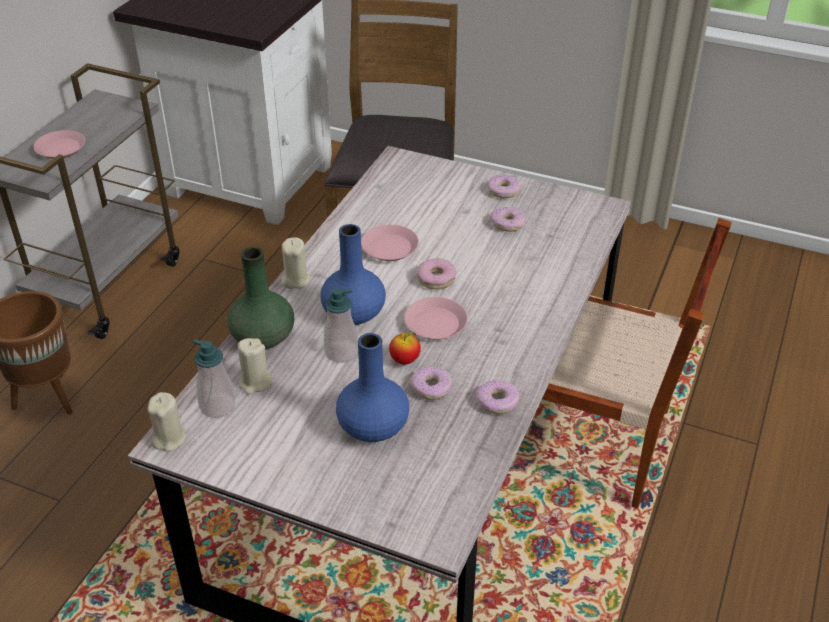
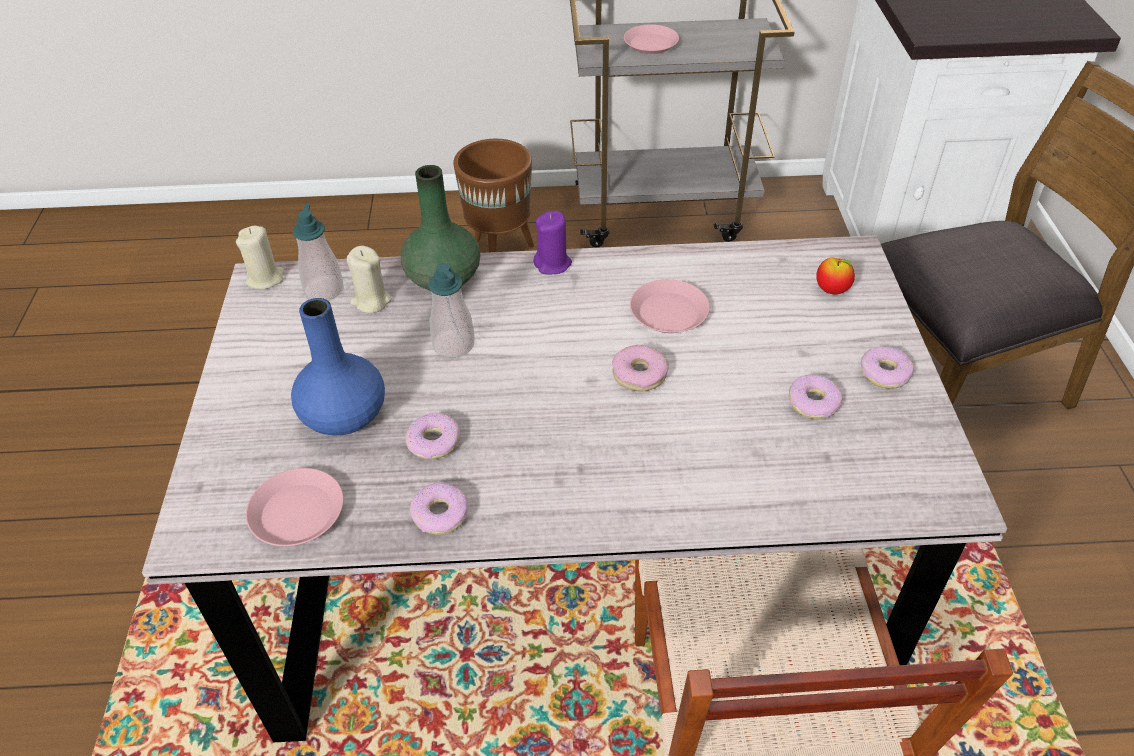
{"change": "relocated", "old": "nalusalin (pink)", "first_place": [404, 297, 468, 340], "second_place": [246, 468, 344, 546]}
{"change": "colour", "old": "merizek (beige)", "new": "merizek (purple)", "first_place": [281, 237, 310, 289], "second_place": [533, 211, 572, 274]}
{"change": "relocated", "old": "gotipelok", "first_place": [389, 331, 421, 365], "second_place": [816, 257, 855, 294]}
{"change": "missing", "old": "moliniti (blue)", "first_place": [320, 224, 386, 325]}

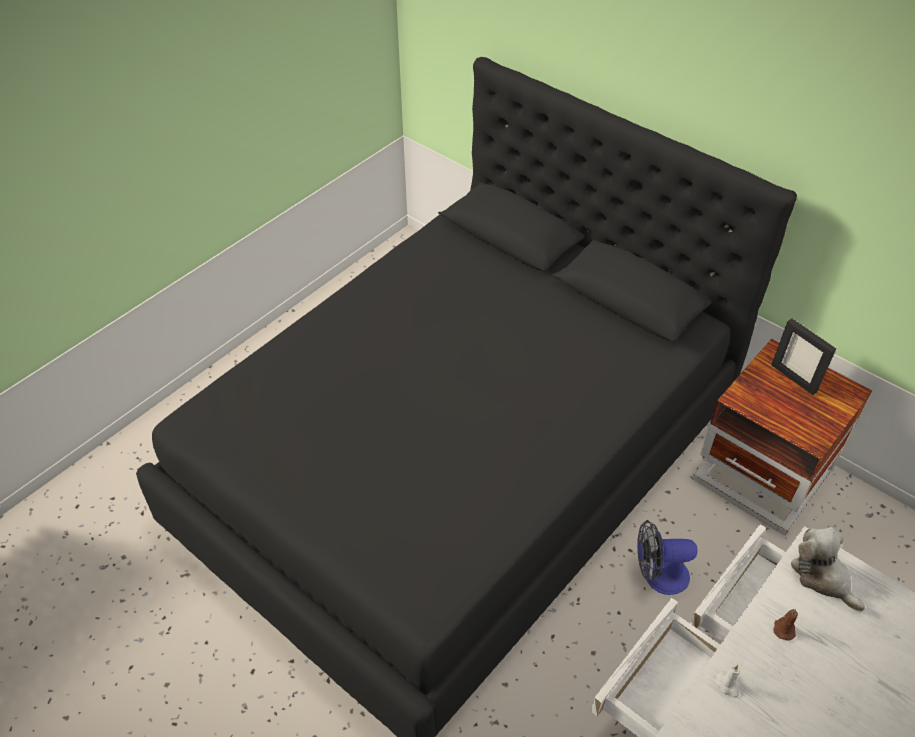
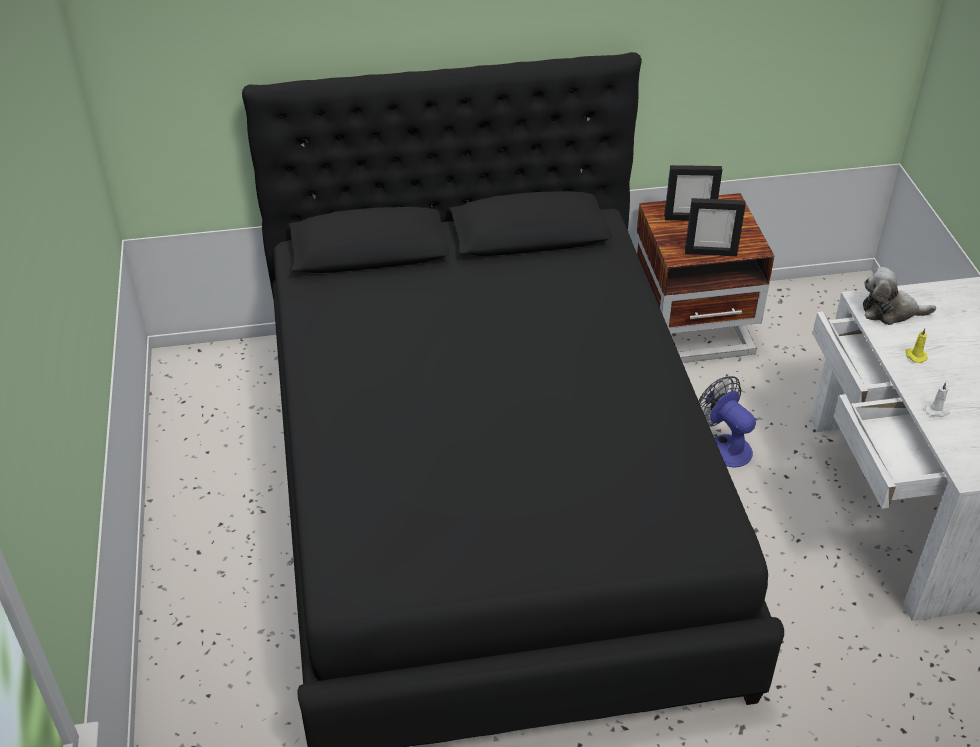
{"change": "appeared", "new": "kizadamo", "second_place": [685, 198, 746, 256]}
{"change": "spun", "old": "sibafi", "first_place": [637, 520, 697, 595], "second_place": [698, 376, 756, 468], "degrees": 105}
{"change": "colour", "old": "merizek (brown)", "new": "merizek (yellow)", "first_place": [773, 609, 798, 641], "second_place": [905, 328, 928, 363]}

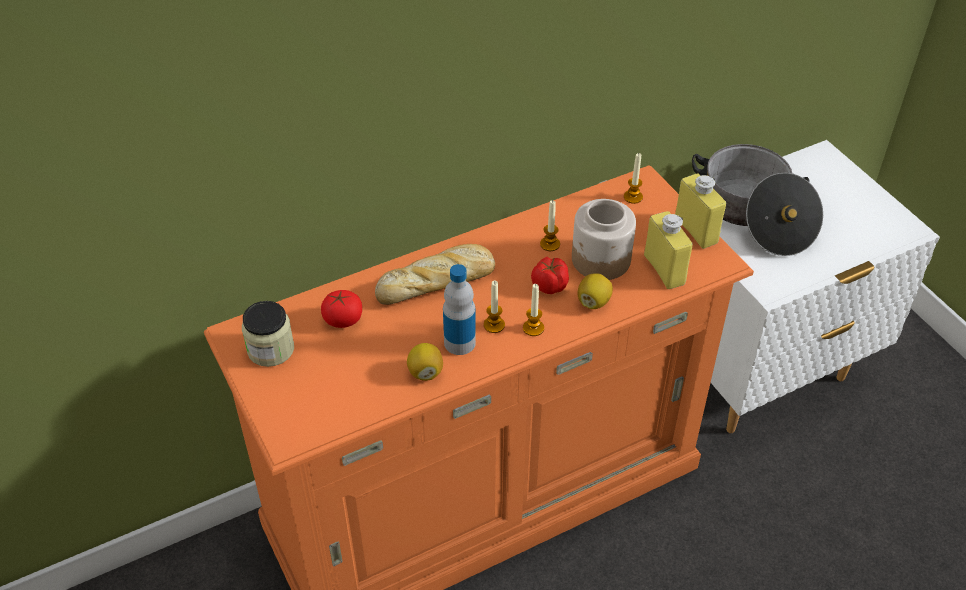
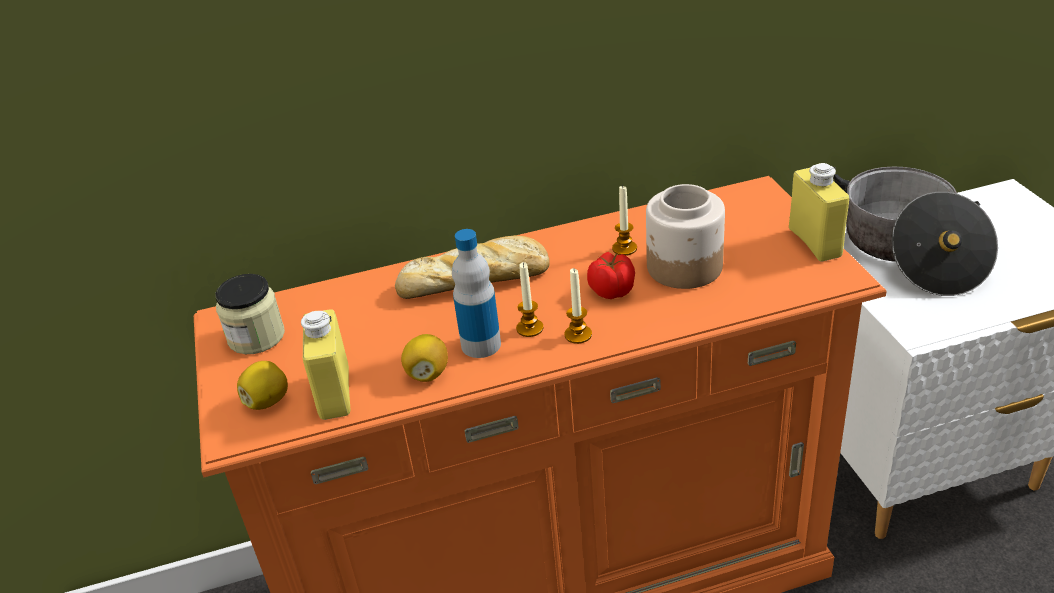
{"change": "relocated", "old": "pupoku", "first_place": [577, 273, 613, 309], "second_place": [237, 361, 288, 410]}
{"change": "relocated", "old": "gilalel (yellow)", "first_place": [644, 211, 693, 289], "second_place": [301, 309, 351, 420]}
{"change": "missing", "old": "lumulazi", "first_place": [321, 290, 362, 328]}
{"change": "missing", "old": "merizek", "first_place": [624, 153, 643, 204]}

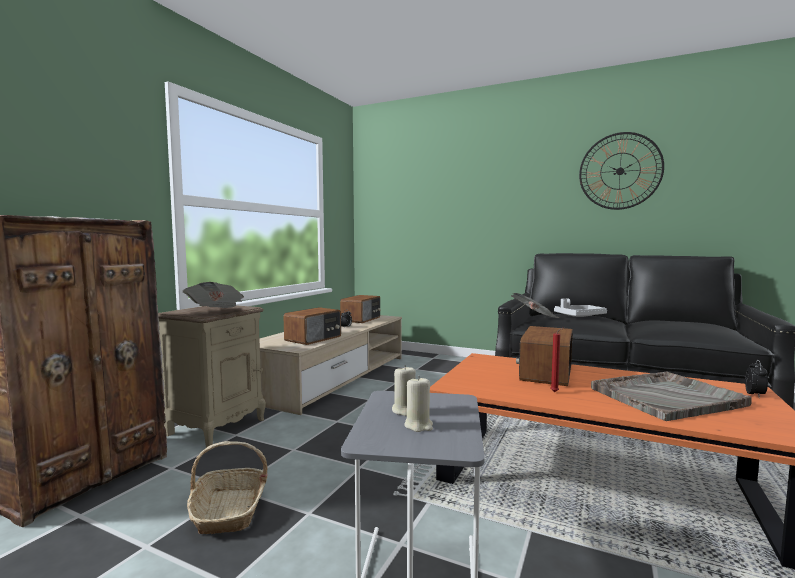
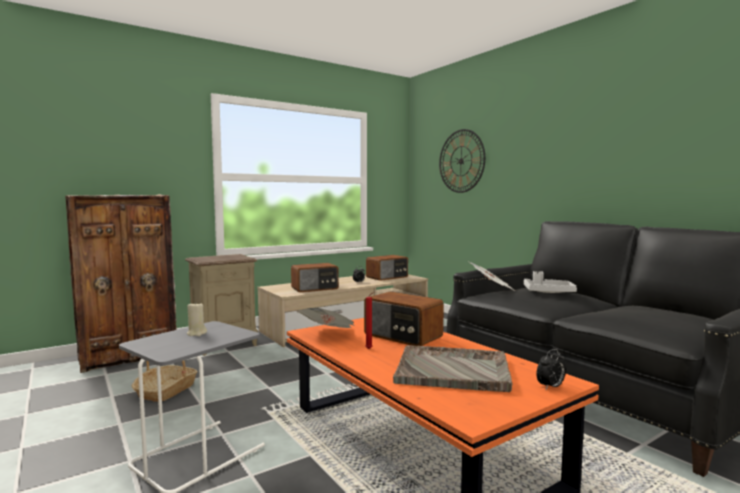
{"change": "relocated", "old": "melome", "first_place": [183, 282, 244, 308], "second_place": [297, 308, 354, 328]}
{"change": "spun", "old": "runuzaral", "first_place": [516, 326, 573, 386], "second_place": [364, 291, 444, 346], "degrees": -105}
{"change": "relocated", "old": "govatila", "first_place": [579, 132, 664, 210], "second_place": [439, 129, 485, 193]}
{"change": "missing", "old": "merizek (beige)", "first_place": [404, 376, 433, 432]}

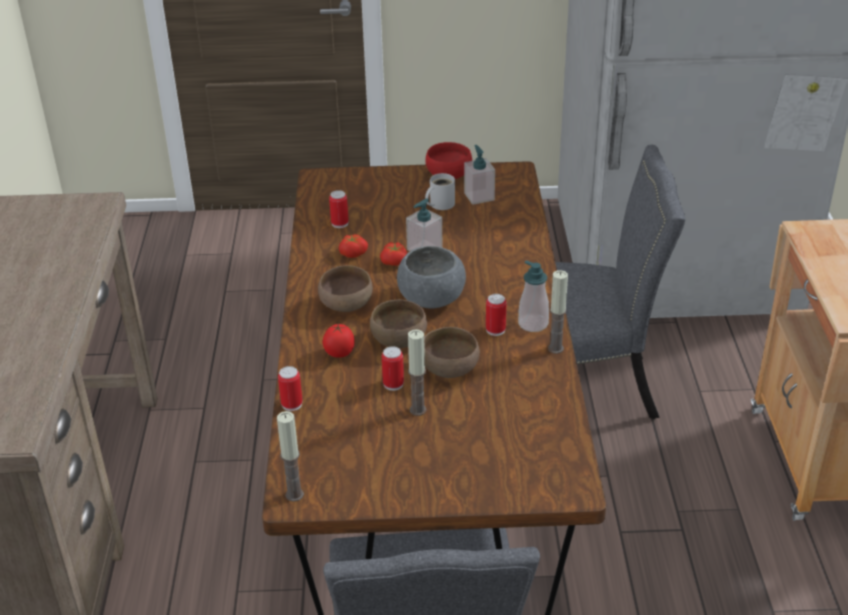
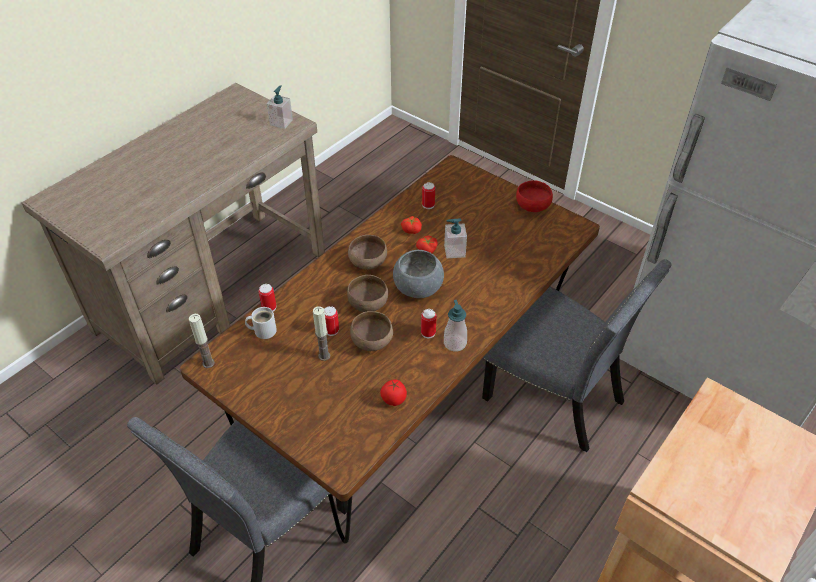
{"change": "relocated", "old": "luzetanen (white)", "first_place": [425, 173, 455, 210], "second_place": [245, 307, 277, 339]}
{"change": "relocated", "old": "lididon", "first_place": [464, 145, 495, 205], "second_place": [267, 85, 293, 129]}
{"change": "relocated", "old": "lumulazi", "first_place": [323, 323, 355, 358], "second_place": [380, 380, 407, 406]}
{"change": "missing", "old": "merizek", "first_place": [548, 270, 568, 354]}

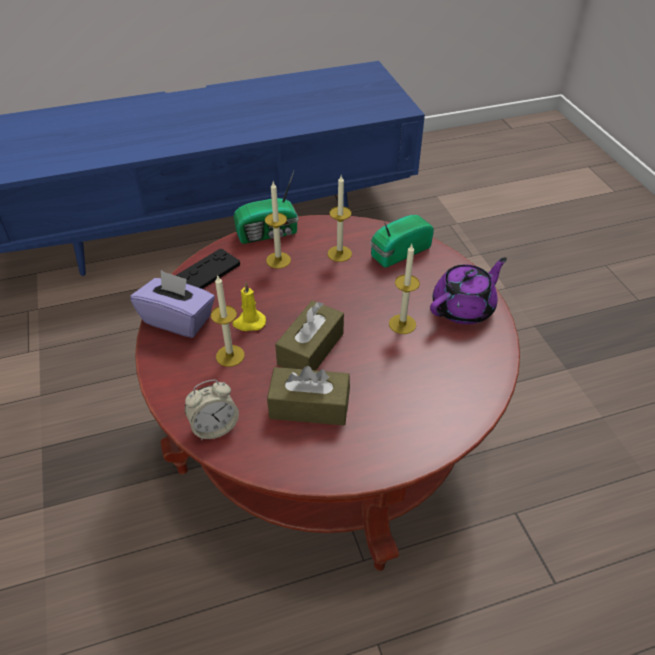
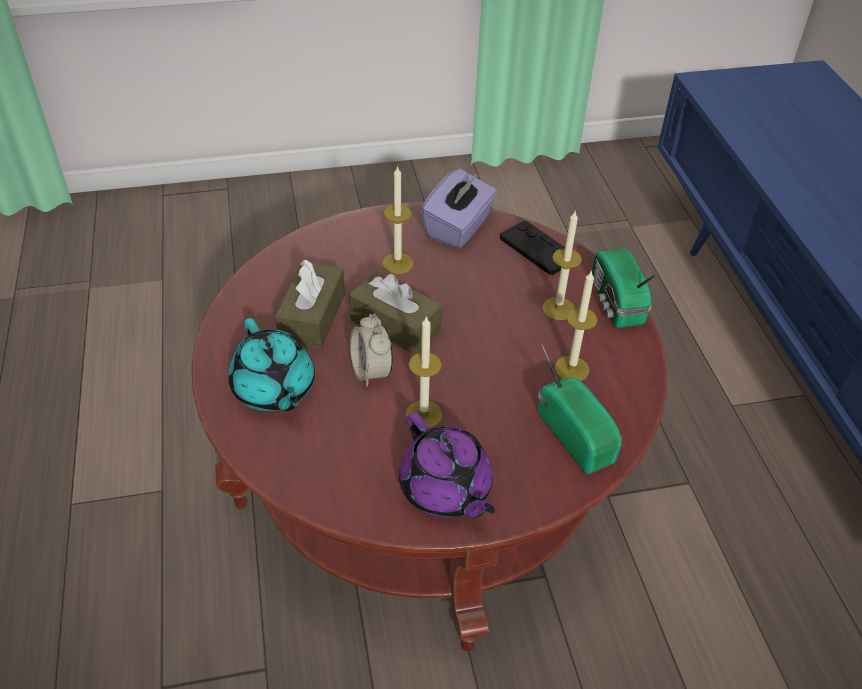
{"change": "appeared", "new": "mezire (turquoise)", "second_place": [228, 318, 315, 411]}
{"change": "relocated", "old": "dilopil", "first_place": [185, 380, 239, 440], "second_place": [350, 314, 393, 387]}
{"change": "missing", "old": "merizek (yellow)", "first_place": [232, 282, 266, 331]}

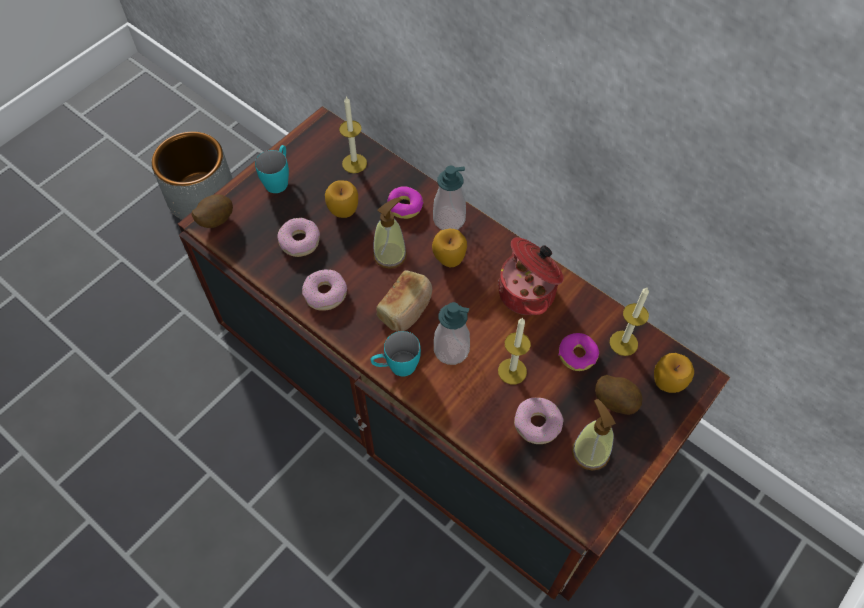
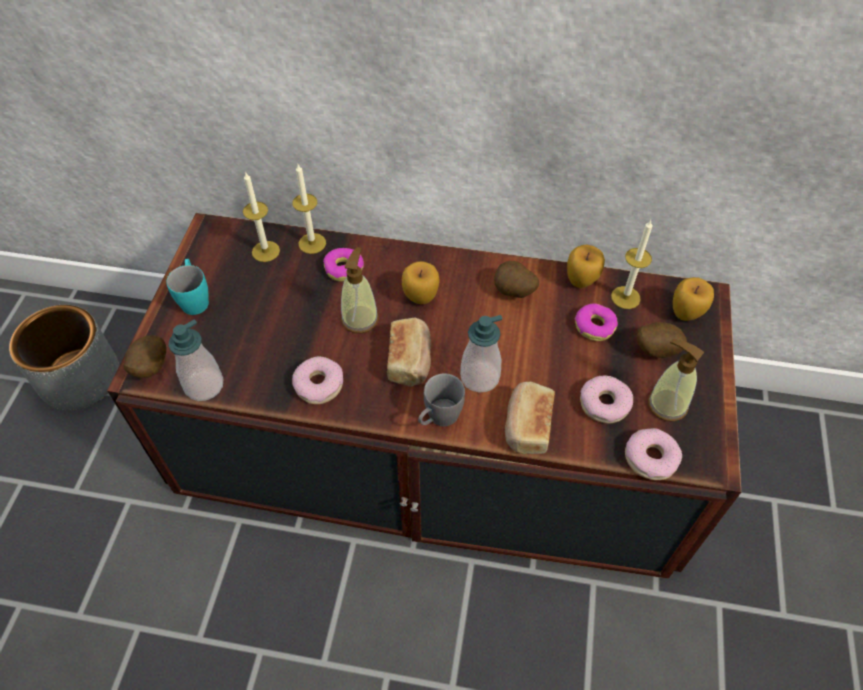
{"change": "relocated", "old": "lididon", "first_place": [433, 166, 466, 230], "second_place": [168, 320, 224, 401]}
{"change": "relocated", "old": "merizek", "first_place": [498, 317, 531, 384], "second_place": [292, 164, 326, 254]}
{"change": "colour", "old": "luzetanen (turquoise)", "new": "luzetanen (grey)", "first_place": [370, 331, 421, 376], "second_place": [418, 373, 465, 426]}
{"change": "exchanged", "old": "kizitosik", "new": "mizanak", "first_place": [497, 237, 564, 315], "second_place": [494, 261, 539, 298]}
{"change": "appeared", "new": "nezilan", "second_place": [505, 381, 555, 454]}
{"change": "relocated", "old": "gotipelok", "first_place": [325, 180, 358, 218], "second_place": [567, 245, 605, 288]}
{"change": "relocated", "old": "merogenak", "first_place": [278, 218, 320, 257], "second_place": [625, 428, 682, 480]}

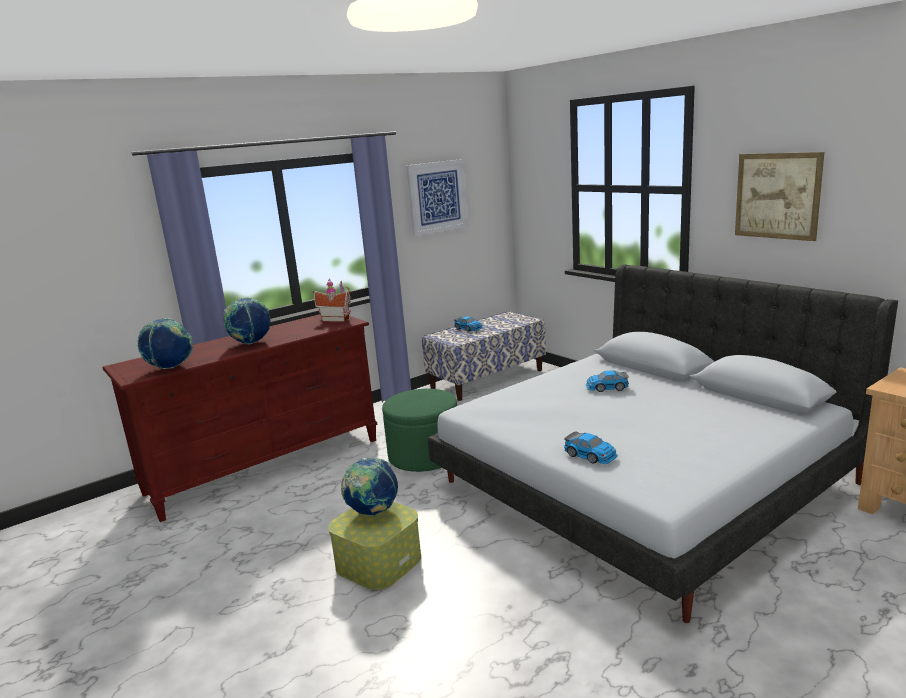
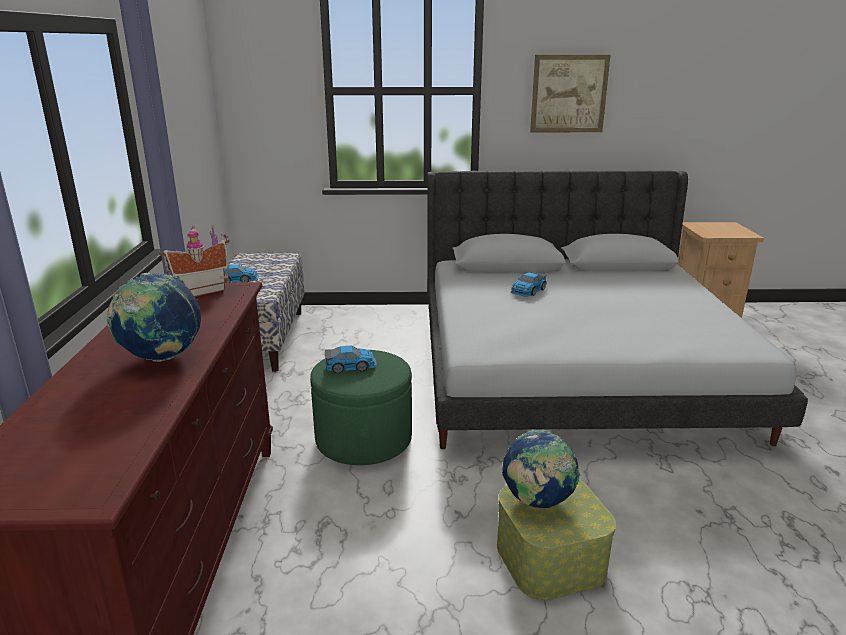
{"change": "relocated", "old": "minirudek", "first_place": [564, 431, 618, 464], "second_place": [325, 346, 377, 373]}
{"change": "missing", "old": "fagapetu", "first_place": [138, 318, 193, 369]}
{"change": "missing", "old": "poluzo", "first_place": [406, 159, 468, 236]}

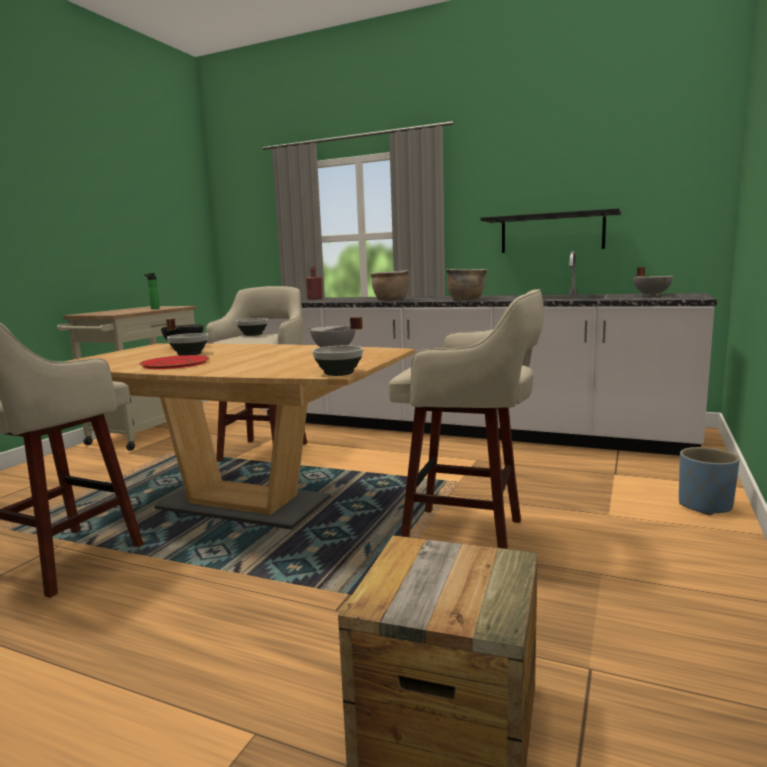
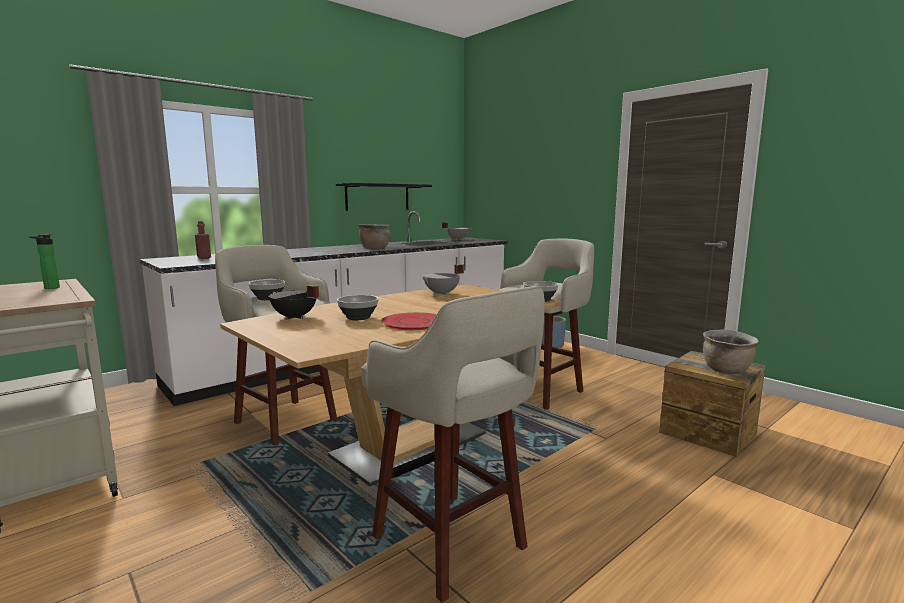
{"change": "relocated", "old": "kizitosik (brown)", "first_place": [370, 270, 409, 301], "second_place": [703, 329, 759, 374]}

